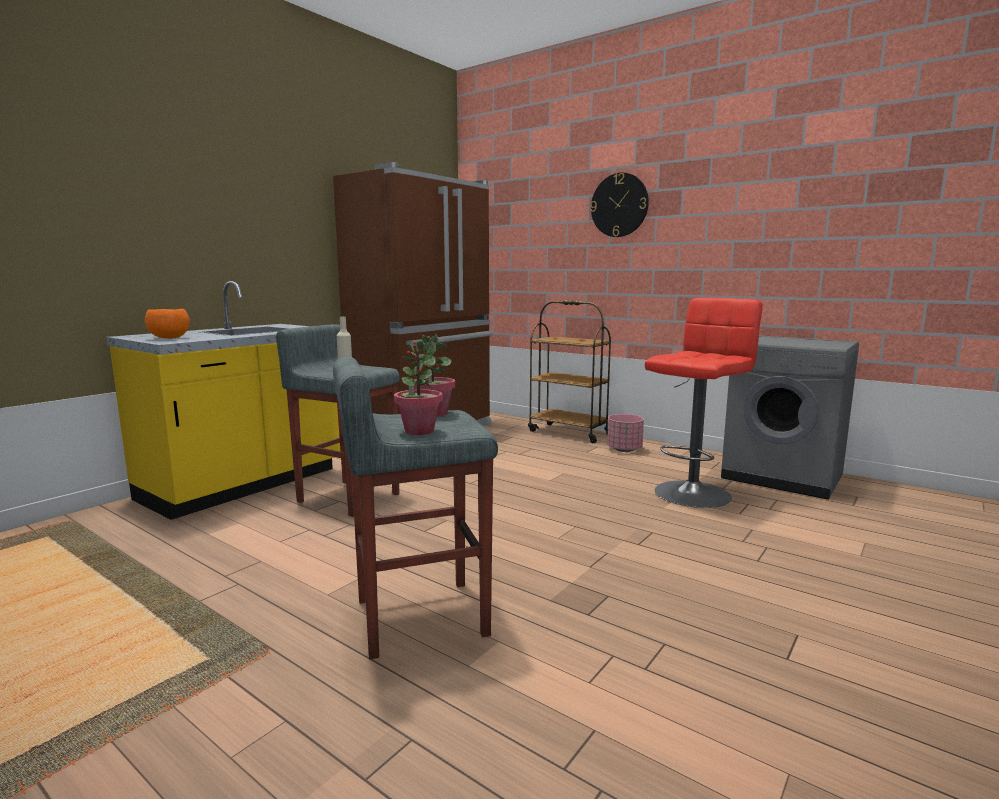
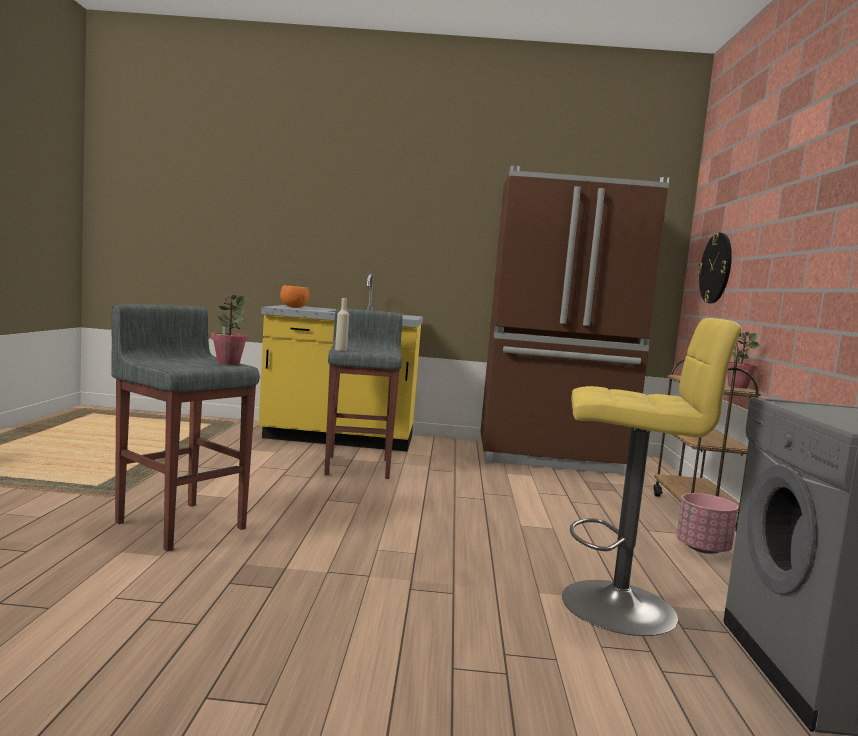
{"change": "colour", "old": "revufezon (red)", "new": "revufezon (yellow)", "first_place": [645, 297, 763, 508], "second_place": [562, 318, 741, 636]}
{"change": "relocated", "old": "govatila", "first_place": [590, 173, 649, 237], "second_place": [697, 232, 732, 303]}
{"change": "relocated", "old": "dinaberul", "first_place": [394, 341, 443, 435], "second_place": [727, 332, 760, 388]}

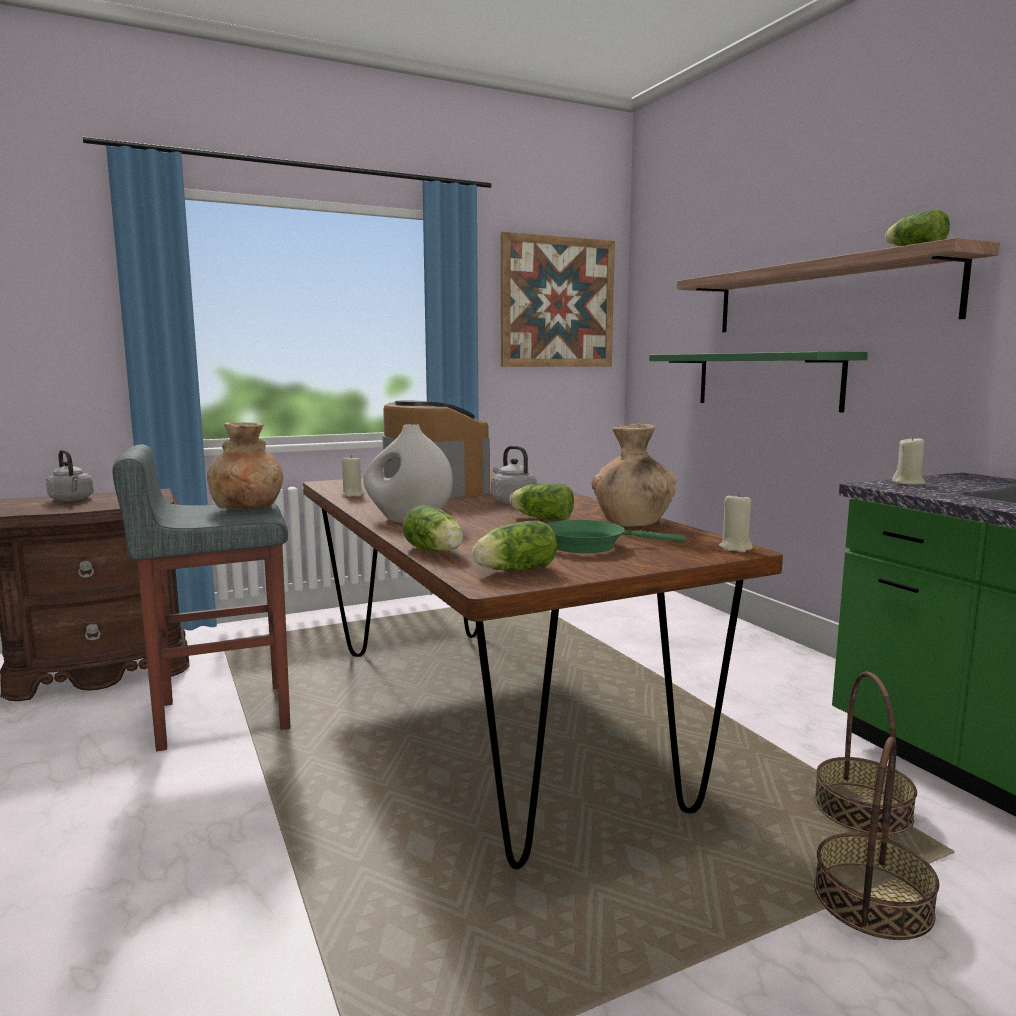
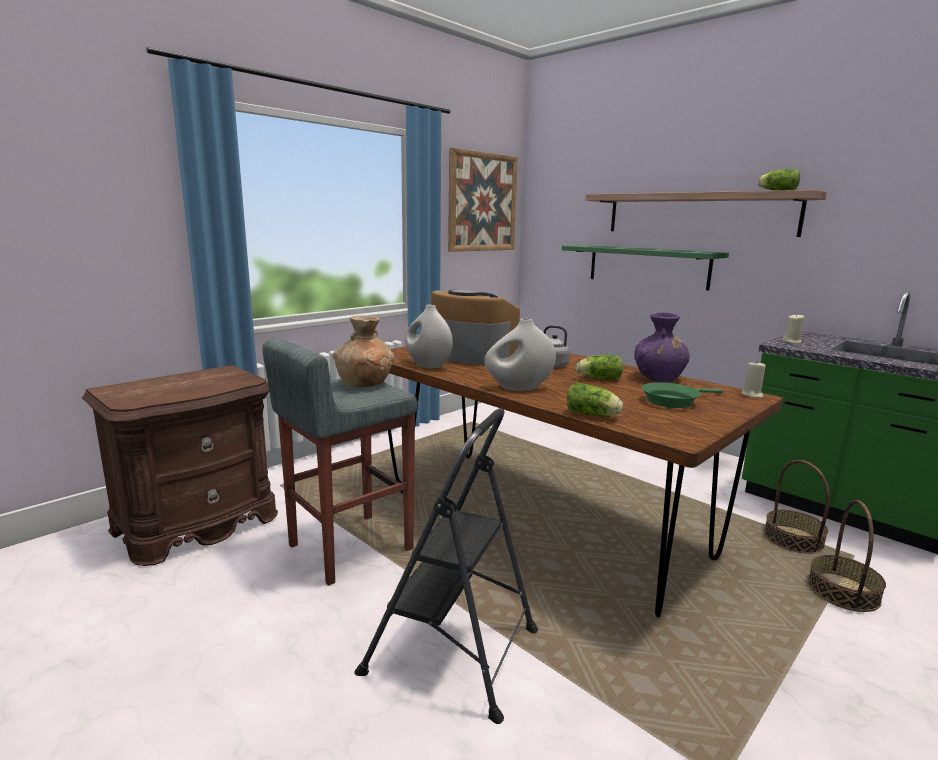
{"change": "appeared", "new": "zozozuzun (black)", "second_place": [354, 408, 538, 724]}
{"change": "exchanged", "old": "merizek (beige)", "new": "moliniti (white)", "first_place": [341, 455, 365, 497], "second_place": [405, 305, 453, 369]}
{"change": "colour", "old": "moliniti (brown)", "new": "moliniti (purple)", "first_place": [591, 424, 677, 526], "second_place": [634, 312, 690, 382]}
{"change": "missing", "old": "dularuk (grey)", "first_place": [46, 450, 94, 501]}
{"change": "missing", "old": "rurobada", "first_place": [472, 521, 557, 570]}

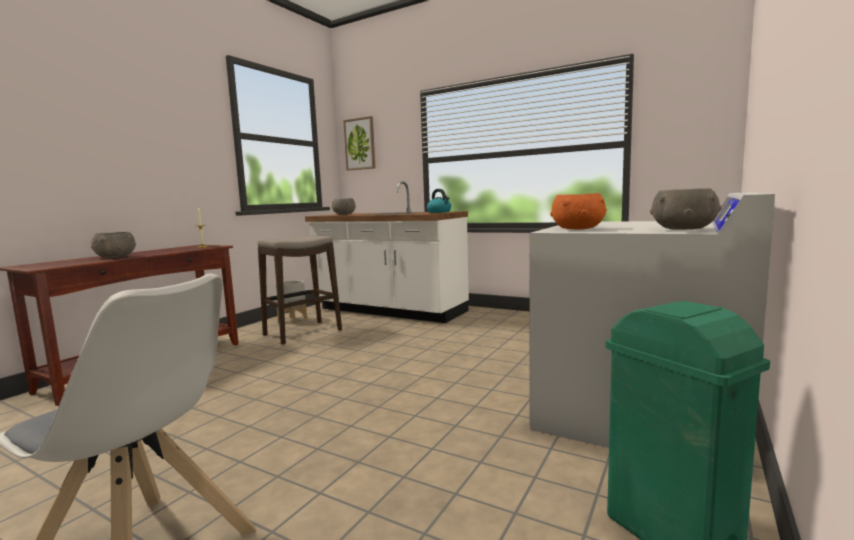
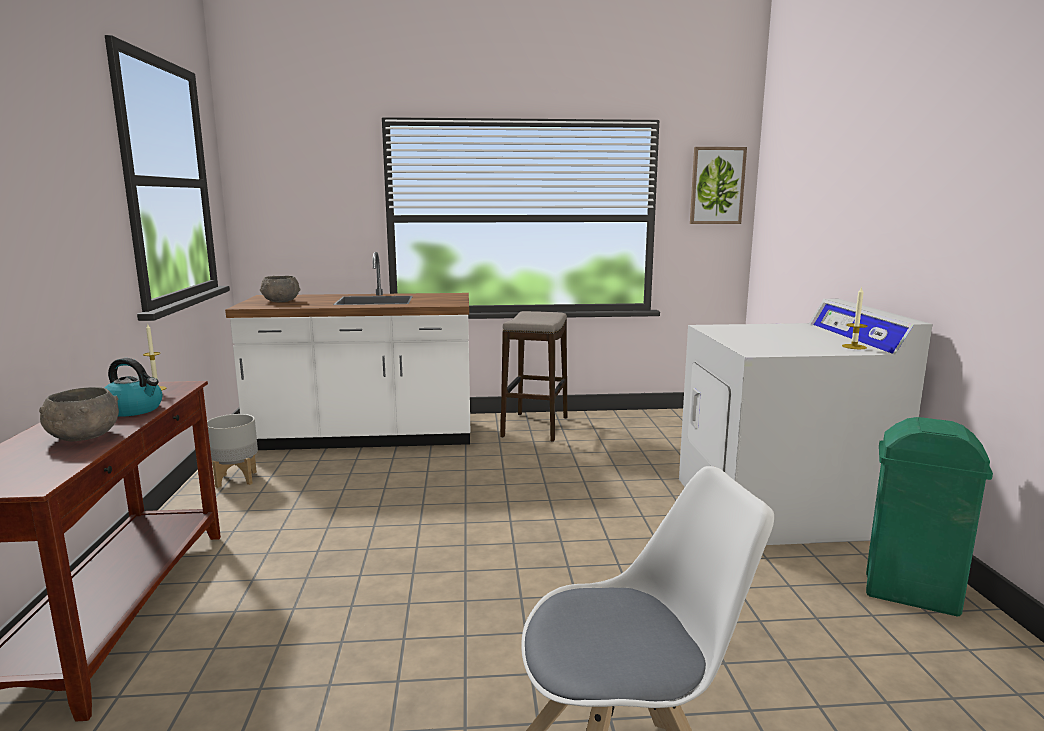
{"change": "relocated", "old": "dularuk", "first_place": [427, 189, 451, 213], "second_place": [105, 358, 163, 417]}
{"change": "relocated", "old": "revufezon", "first_place": [258, 235, 342, 345], "second_place": [500, 311, 568, 442]}
{"change": "relocated", "old": "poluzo", "first_place": [343, 116, 375, 171], "second_place": [690, 147, 747, 224]}
{"change": "exchanged", "old": "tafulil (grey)", "new": "merizek", "first_place": [650, 188, 721, 230], "second_place": [842, 286, 867, 349]}
{"change": "missing", "old": "tafulil (orange)", "first_place": [550, 193, 607, 229]}

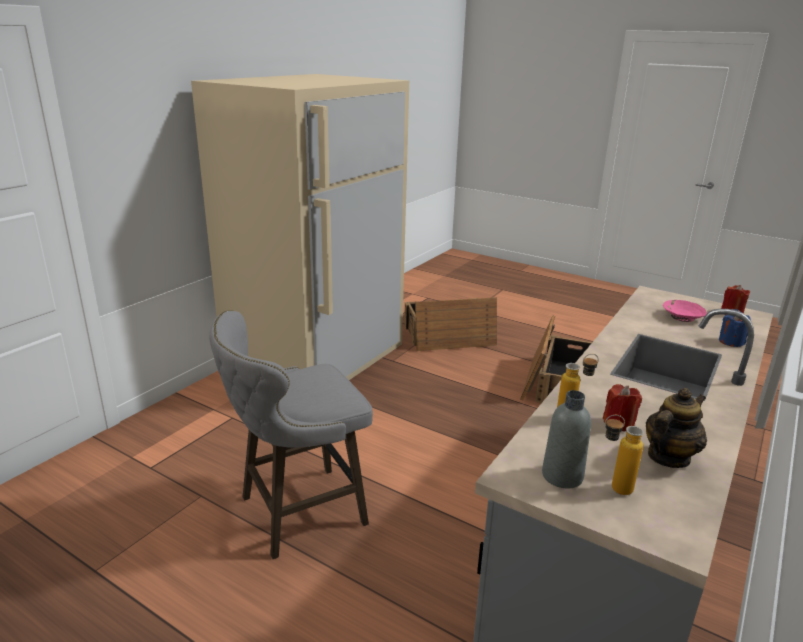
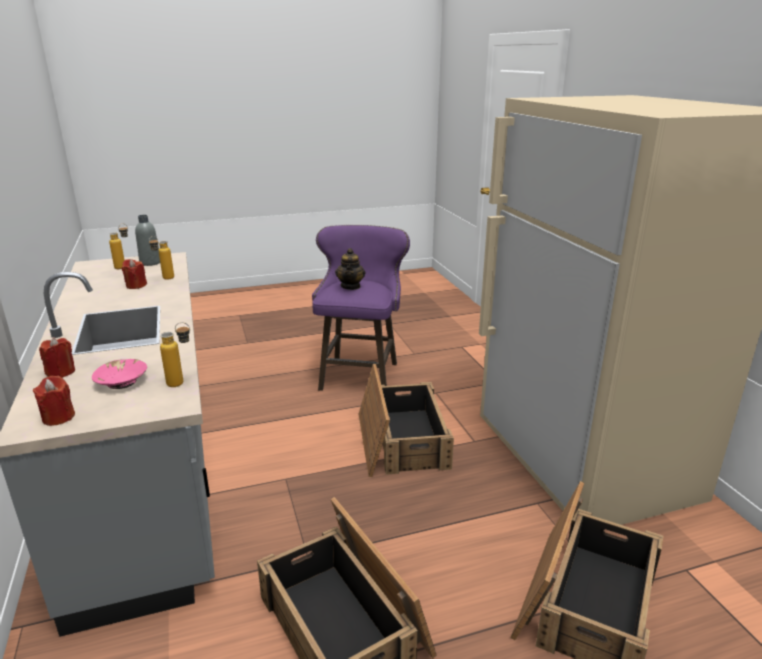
{"change": "colour", "old": "merizek (blue)", "new": "merizek (red)", "first_place": [719, 309, 751, 347], "second_place": [39, 337, 75, 378]}
{"change": "appeared", "new": "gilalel", "second_place": [160, 322, 190, 387]}
{"change": "colour", "old": "revufezon (grey)", "new": "revufezon (purple)", "first_place": [209, 310, 373, 559], "second_place": [312, 225, 410, 391]}
{"change": "relocated", "old": "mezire", "first_place": [646, 388, 707, 468], "second_place": [335, 248, 366, 290]}
{"change": "appeared", "new": "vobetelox", "second_place": [359, 364, 454, 477]}

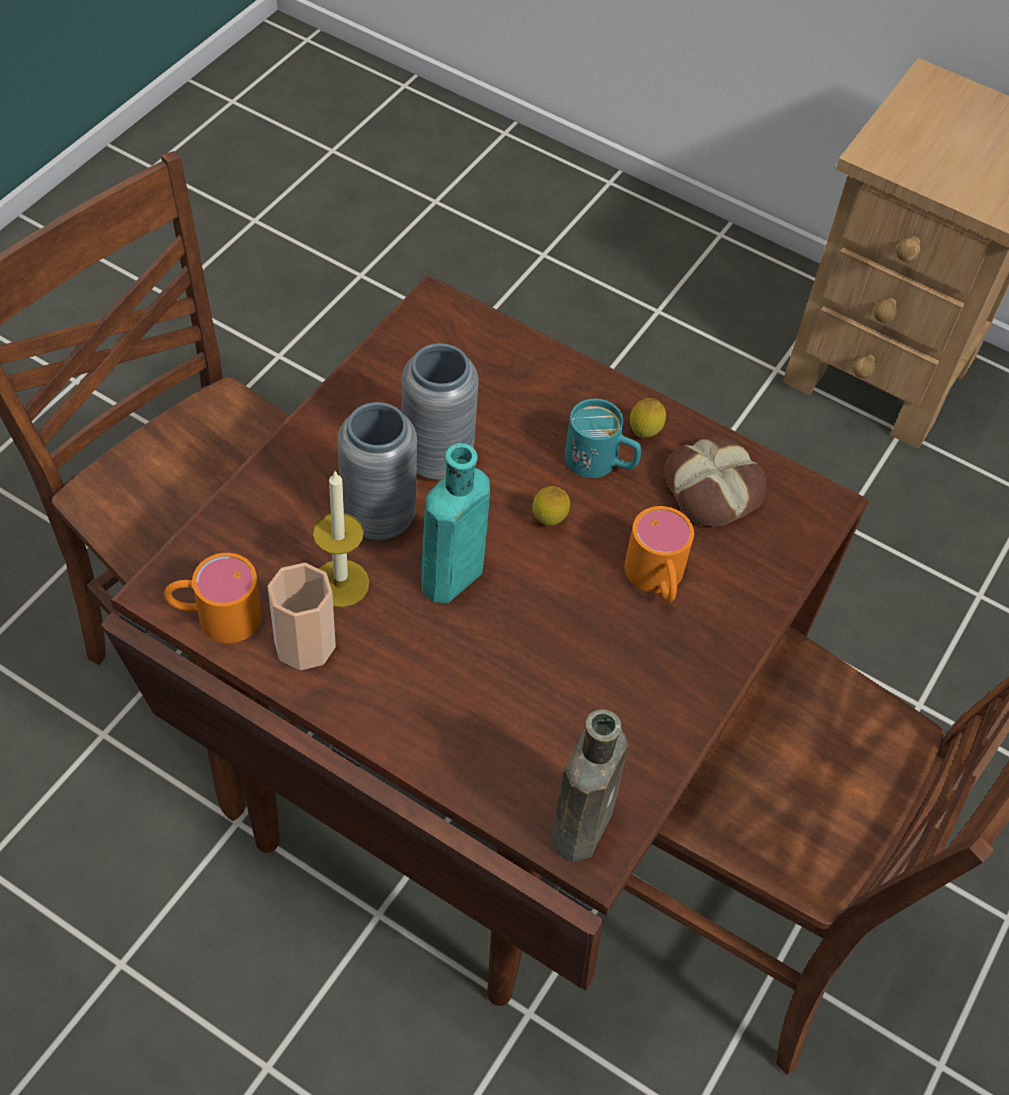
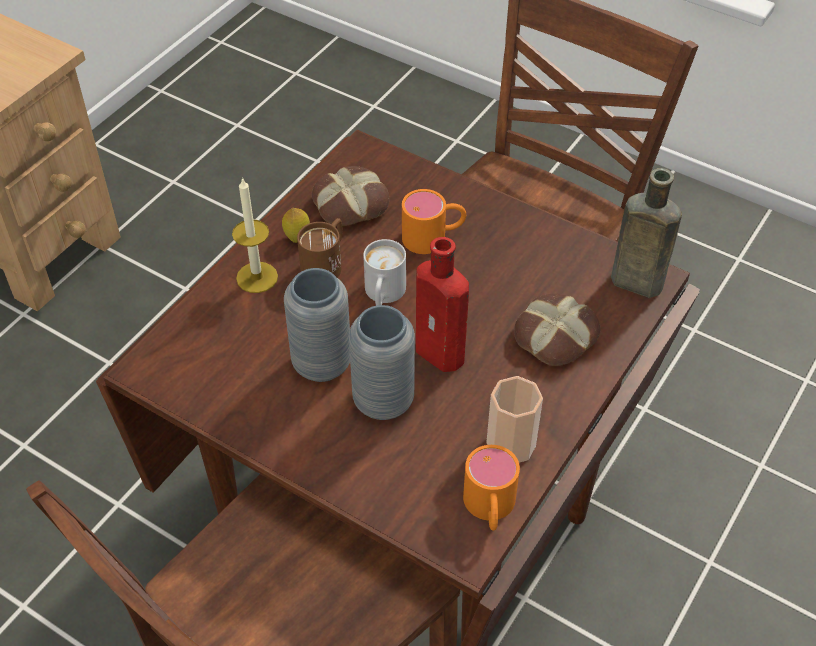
{"change": "relocated", "old": "merizek", "first_place": [313, 471, 369, 607], "second_place": [232, 177, 278, 293]}
{"change": "colour", "old": "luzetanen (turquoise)", "new": "luzetanen (brown)", "first_place": [565, 399, 641, 478], "second_place": [297, 218, 343, 278]}
{"change": "exchanged", "old": "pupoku", "new": "luzetanen (white)", "first_place": [532, 486, 570, 526], "second_place": [363, 239, 406, 306]}
{"change": "colour", "old": "gilalel (turquoise)", "new": "gilalel (red)", "first_place": [416, 443, 490, 603], "second_place": [416, 237, 469, 372]}
{"change": "appeared", "new": "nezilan", "second_place": [514, 294, 600, 366]}

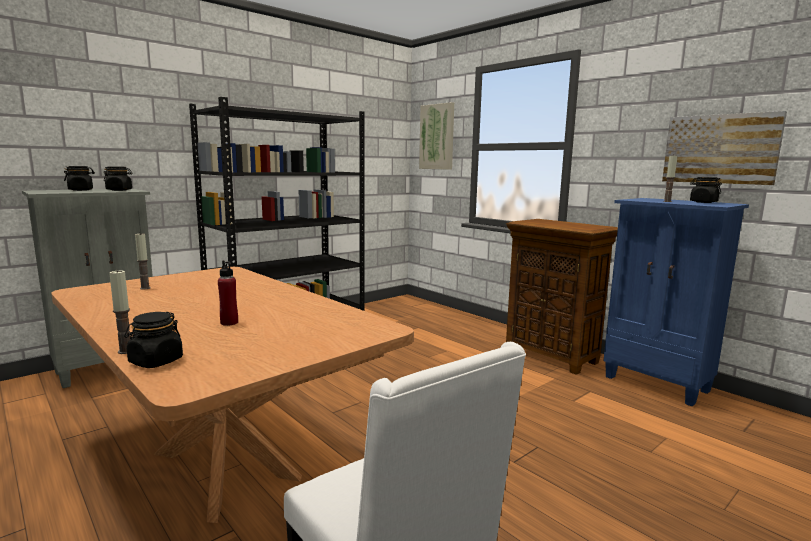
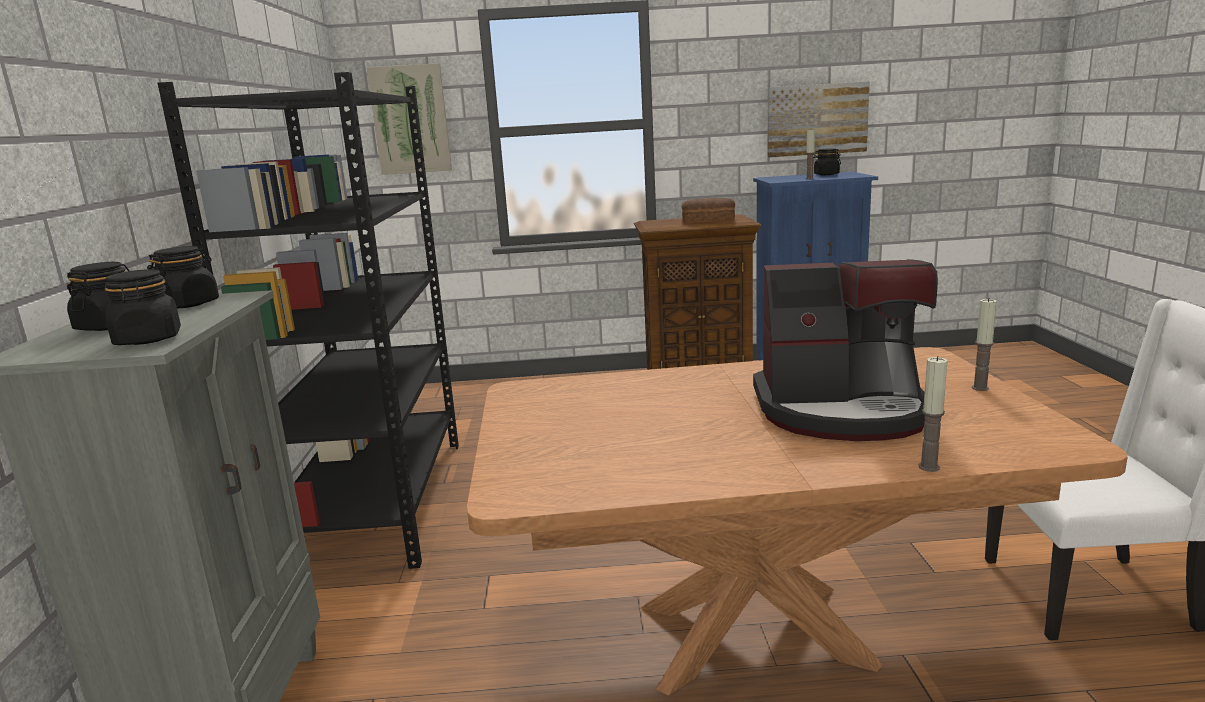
{"change": "relocated", "old": "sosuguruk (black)", "first_place": [124, 312, 183, 368], "second_place": [105, 269, 181, 345]}
{"change": "appeared", "new": "nezilan", "second_place": [682, 198, 735, 223]}
{"change": "exchanged", "old": "gilalel (red)", "new": "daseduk", "first_place": [218, 261, 238, 326], "second_place": [753, 259, 938, 441]}
{"change": "relocated", "old": "merizek", "first_place": [135, 232, 151, 290], "second_place": [972, 298, 997, 391]}

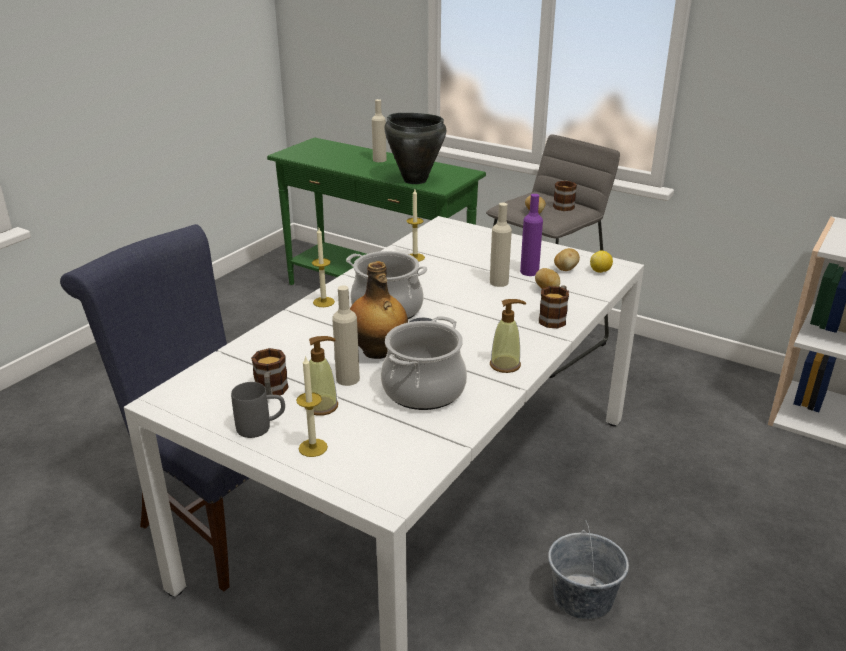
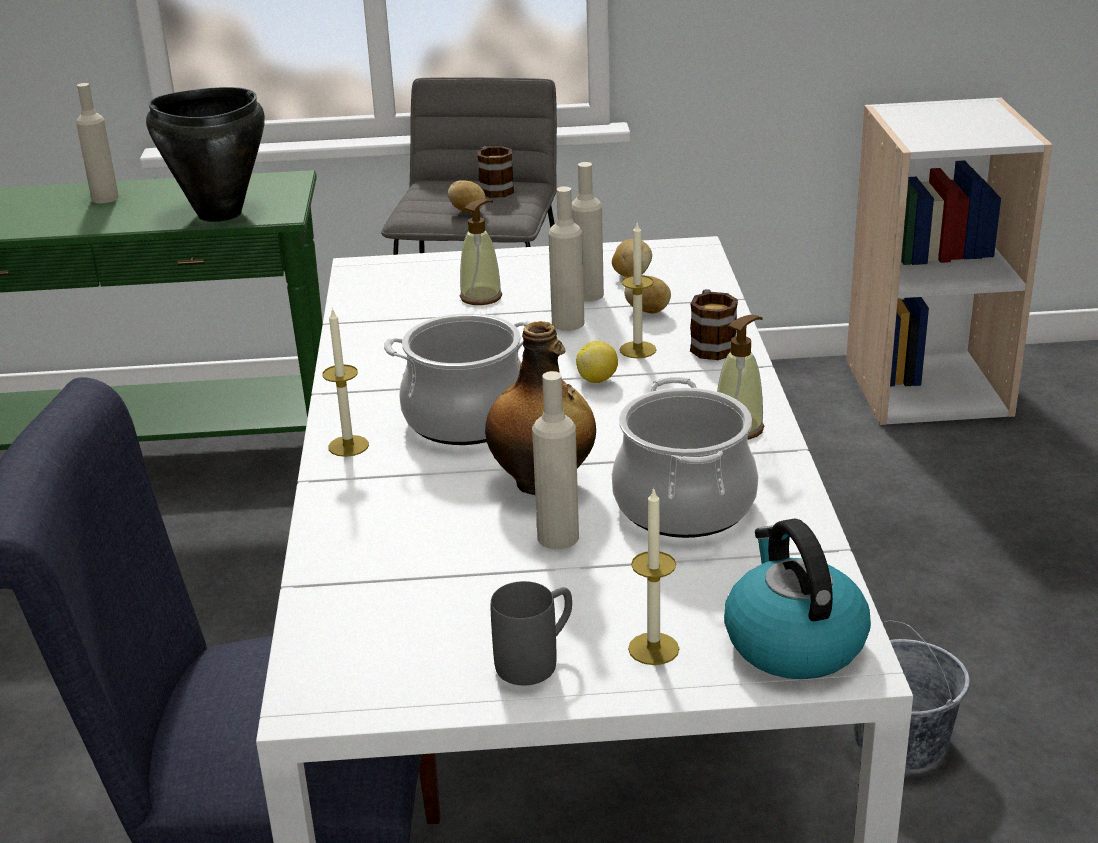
{"change": "relocated", "old": "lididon", "first_place": [305, 336, 338, 416], "second_place": [460, 199, 502, 305]}
{"change": "colour", "old": "gilalel (purple)", "new": "gilalel (beige)", "first_place": [520, 194, 543, 276], "second_place": [572, 162, 604, 302]}
{"change": "relocated", "old": "pupoku", "first_place": [590, 250, 613, 273], "second_place": [576, 341, 618, 383]}
{"change": "relocated", "old": "merizek", "first_place": [407, 189, 425, 262], "second_place": [620, 223, 656, 358]}
{"change": "appeared", "new": "dularuk", "second_place": [724, 519, 871, 679]}
{"change": "missing", "old": "luzetanen", "first_place": [251, 348, 289, 395]}

